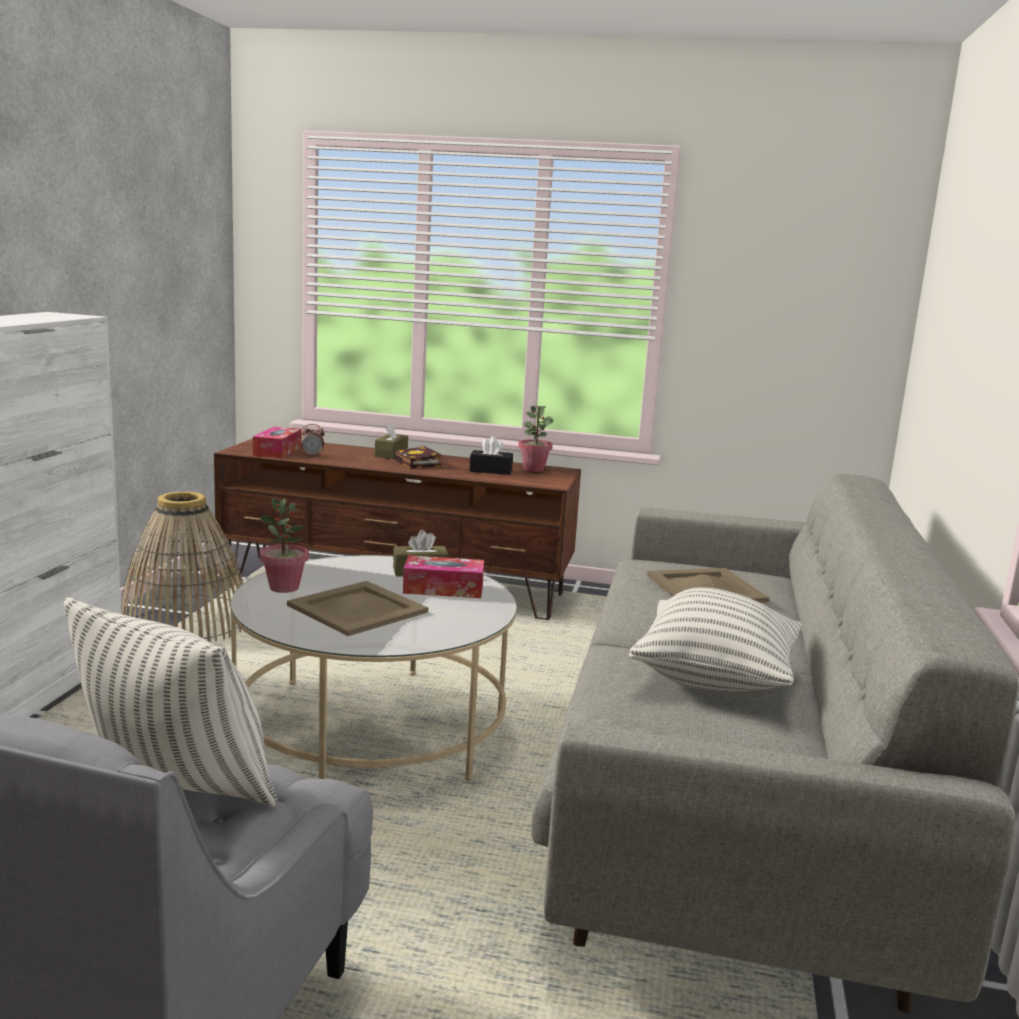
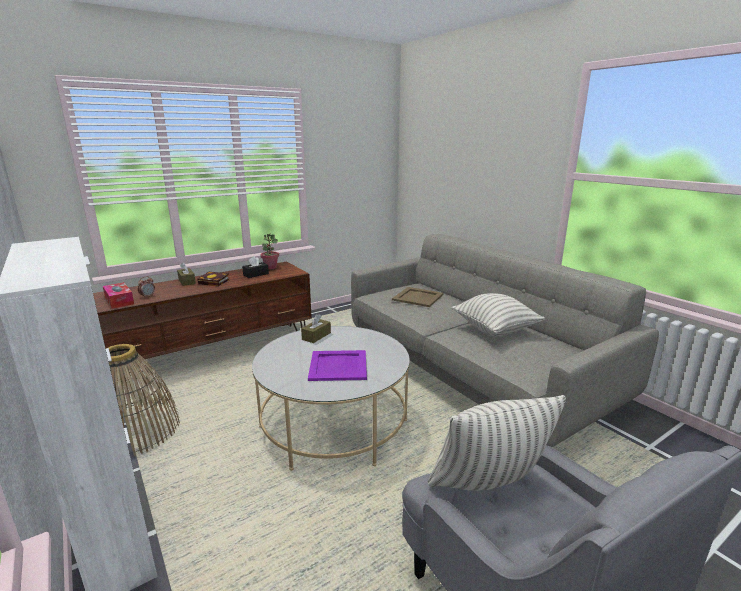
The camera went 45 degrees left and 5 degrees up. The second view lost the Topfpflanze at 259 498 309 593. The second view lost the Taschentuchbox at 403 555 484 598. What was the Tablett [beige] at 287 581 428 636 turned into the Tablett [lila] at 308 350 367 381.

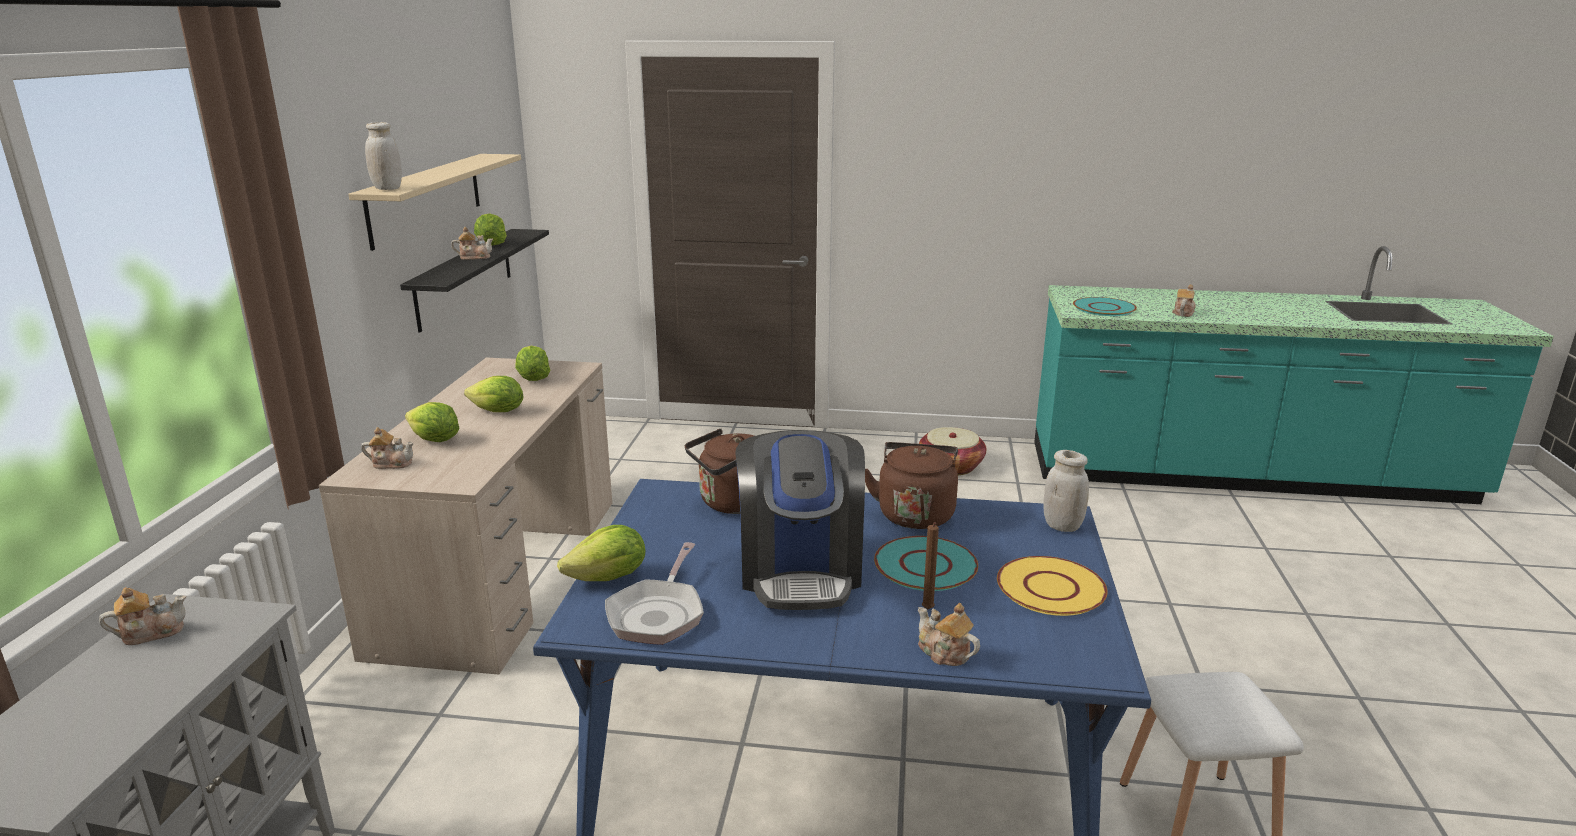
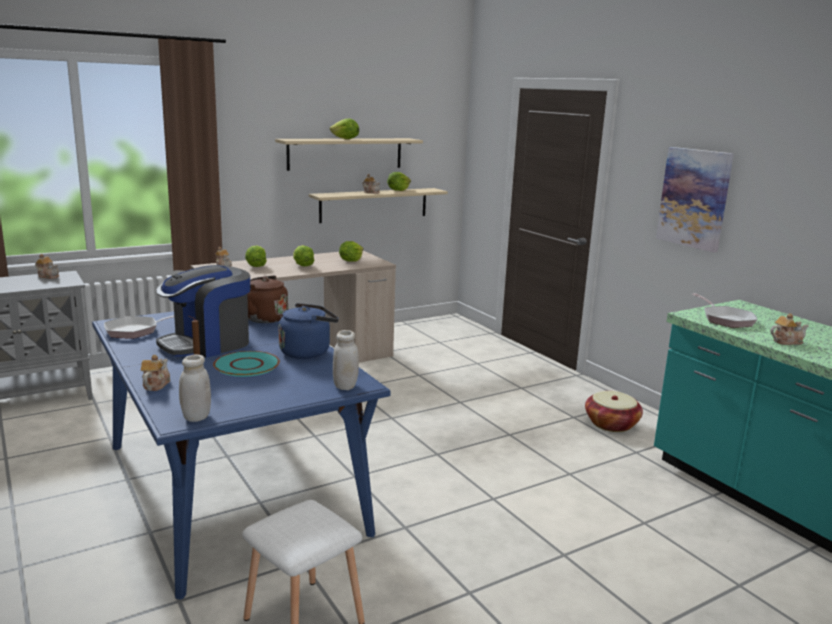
The camera went 50 degrees right and 5 degrees down. The Vorratsglas [weiß] ended up elsewhere, having gone from 365 122 402 190 to 179 355 211 422. What was the Wandregal [schwarz] at 400 229 549 332 turned into the Wandregal [beige] at 309 188 448 223. Where the Teller [türkis] stood at 1073 297 1137 316, the Pfanne came to stand at 692 293 757 328. What was the Wasserkessel [braun] at 865 442 958 529 turned into the Wasserkessel [blau] at 279 303 339 359. The Salatkopf ended up elsewhere, having gone from 557 525 645 581 to 330 119 359 139. The second view lost the Teller [gelb] at 997 556 1108 616. The second view gained the Bild at 656 147 734 252.

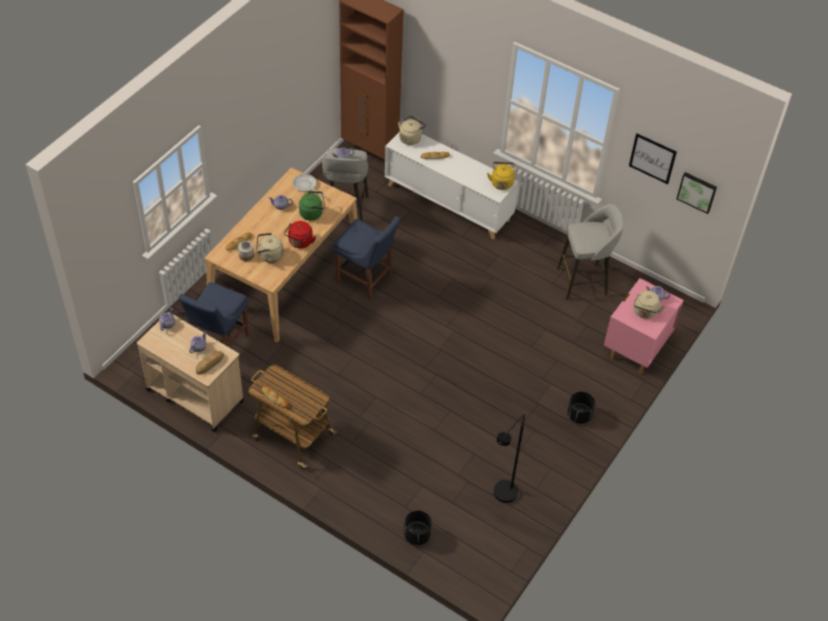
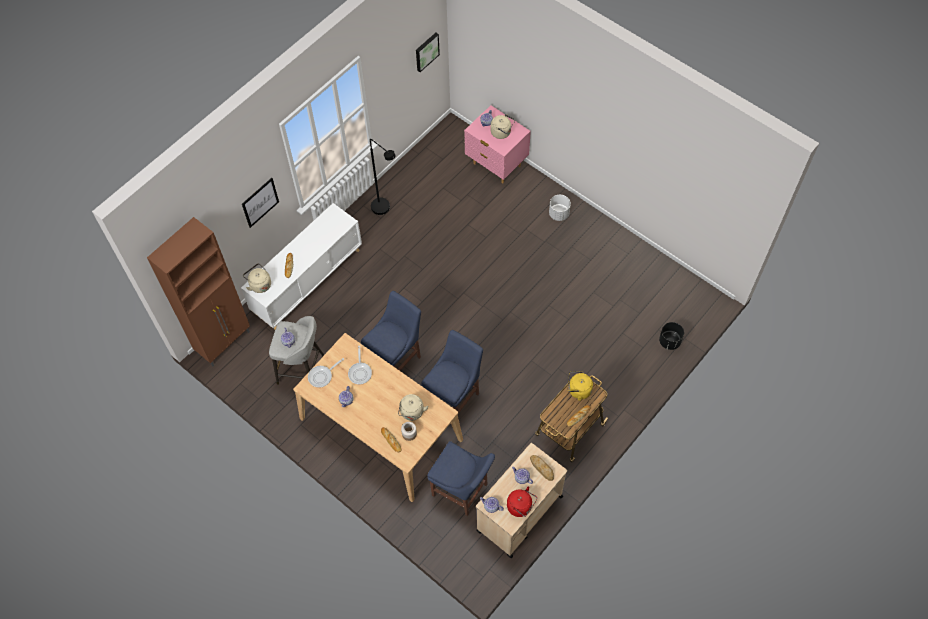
The camera went 80 degrees left and 10 degrees up. The Bild ended up elsewhere, having gone from 629 133 677 184 to 242 178 279 228. The Wasserkessel [gelb] ended up elsewhere, having gone from 487 162 515 190 to 567 371 593 401. Where the Wasserkessel [grün] stood at 299 191 325 220, the Pfanne came to stand at 348 346 372 384. The second view lost the Hocker [grau] at 557 204 623 300. The Wasserkessel [rot] ended up elsewhere, having gone from 284 221 316 248 to 507 486 537 517. What was the Pflanzkübel [schwarz] at 567 392 595 424 turned into the Pflanzkübel [weiß] at 549 195 571 221. The Stehlampe [schwarz] ended up elsewhere, having gone from 493 414 525 503 to 370 139 395 215. The second view gained the Stuhl [blau] at 421 330 483 414.

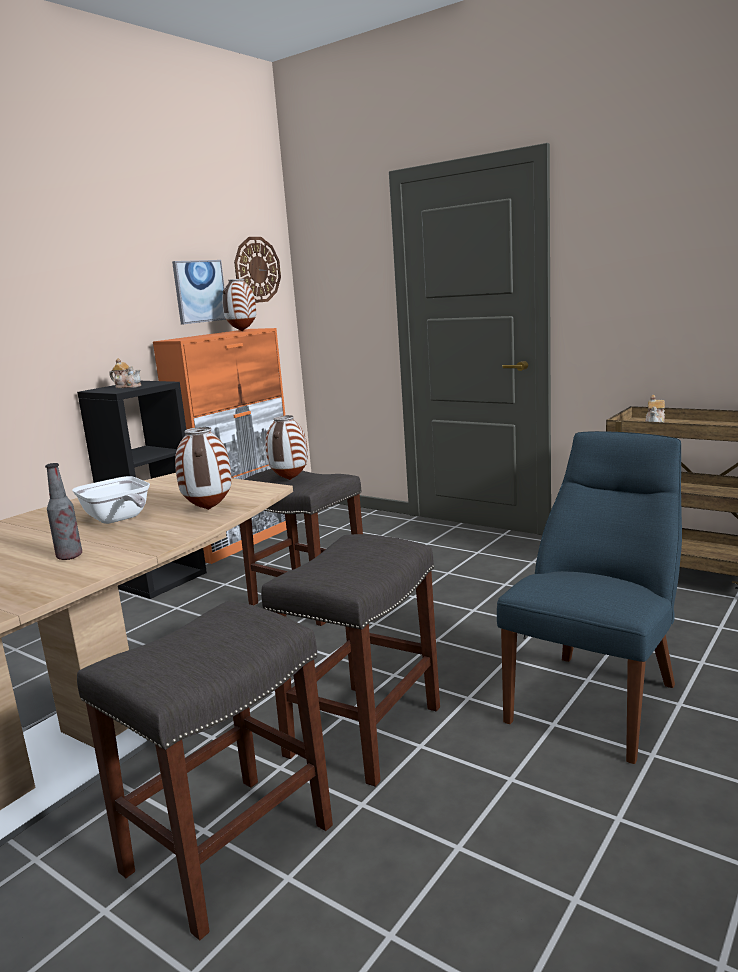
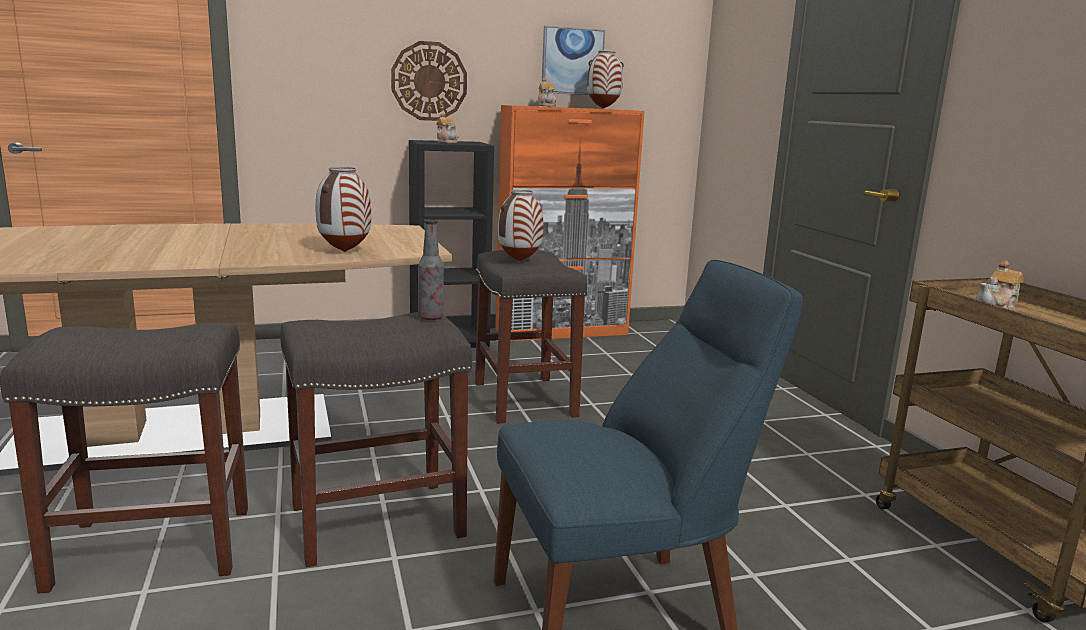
The camera went 35 degrees right and 0 degrees up. The Wanduhr ended up elsewhere, having gone from 234 237 281 303 to 391 41 467 121. The Flasche ended up elsewhere, having gone from 45 463 82 560 to 418 219 444 320. The second view lost the Pfanne at 72 476 150 524. The second view gained the Teekanne at 538 77 556 107.

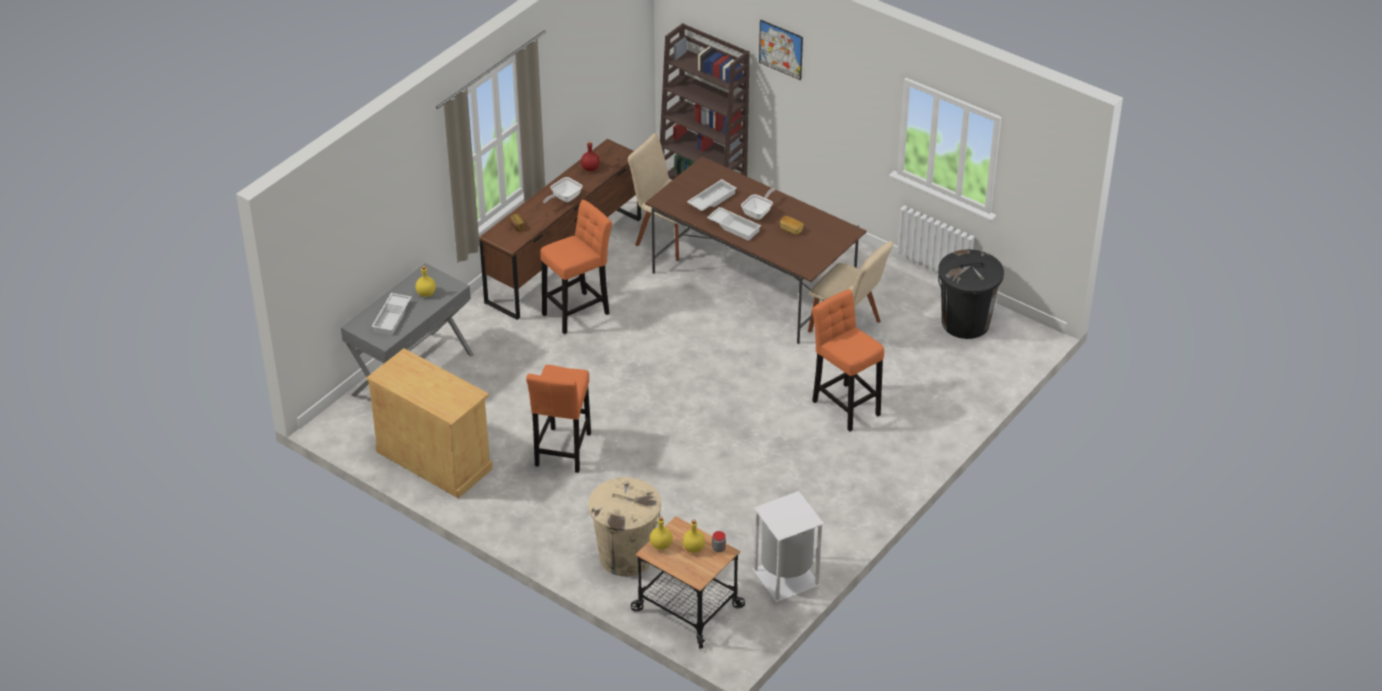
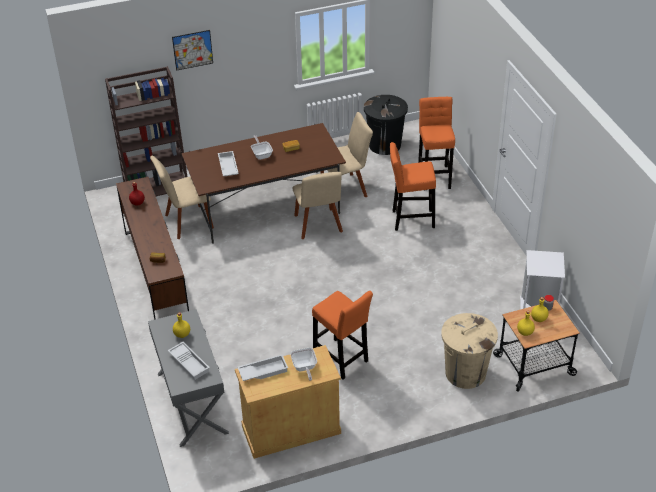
The camera went 55 degrees left and 0 degrees up. The Pfanne ended up elsewhere, having gone from 543 177 582 203 to 290 348 317 381. The Hocker [orange] ended up elsewhere, having gone from 540 200 612 334 to 418 97 455 189. The Tablett [weiß] ended up elsewhere, having gone from 707 207 761 241 to 237 355 288 381. The second view gained the Stuhl [beige] at 292 172 343 239.

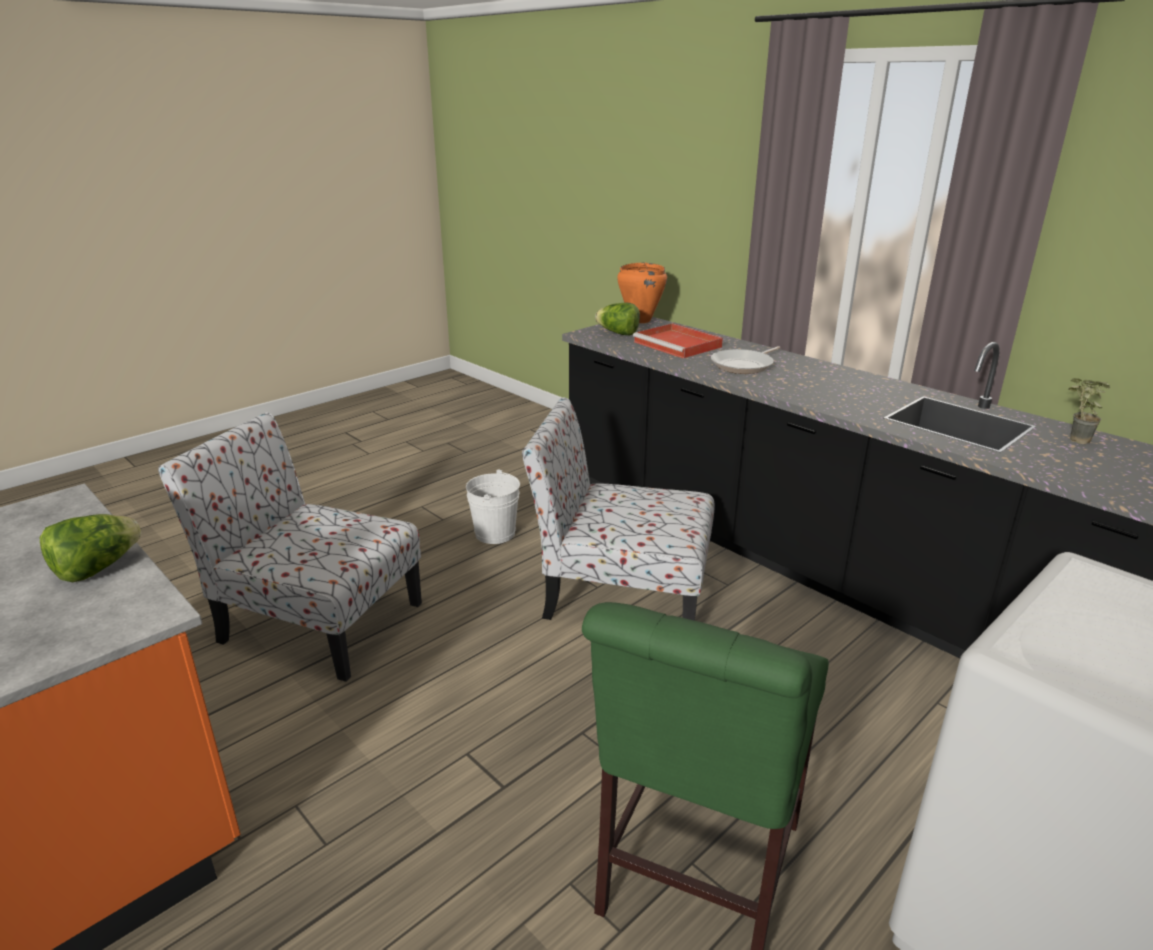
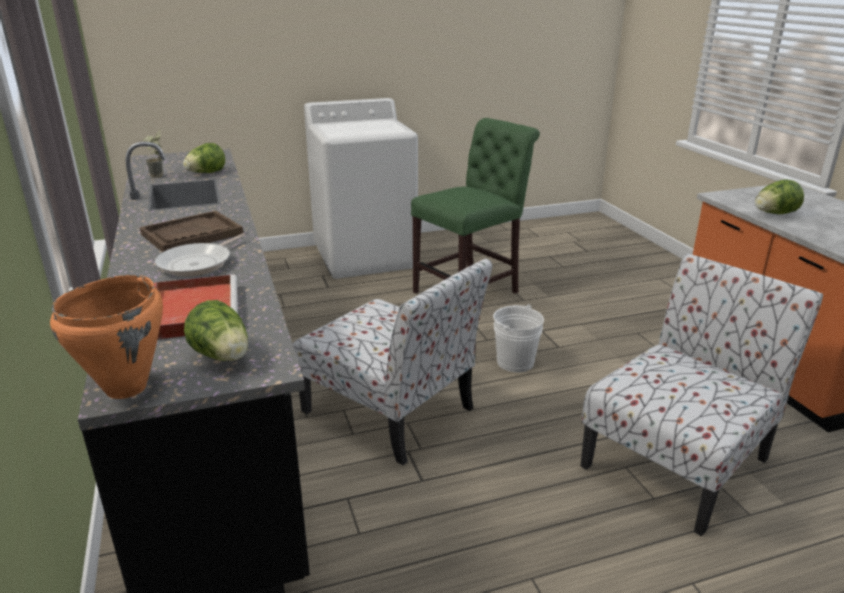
The camera went 155 degrees left and 0 degrees up. The Pfanne at 711 346 780 374 ended up facing another way, 135 degrees clockwise from before. The Stuhl at 158 412 422 682 ended up facing another way, 90 degrees counterclockwise from before. The Eimer [weiß] ended up elsewhere, having gone from 466 469 520 544 to 493 304 544 372. The second view gained the Salatkopf at 183 143 225 173. The second view gained the Tablett [braun] at 140 211 243 252.

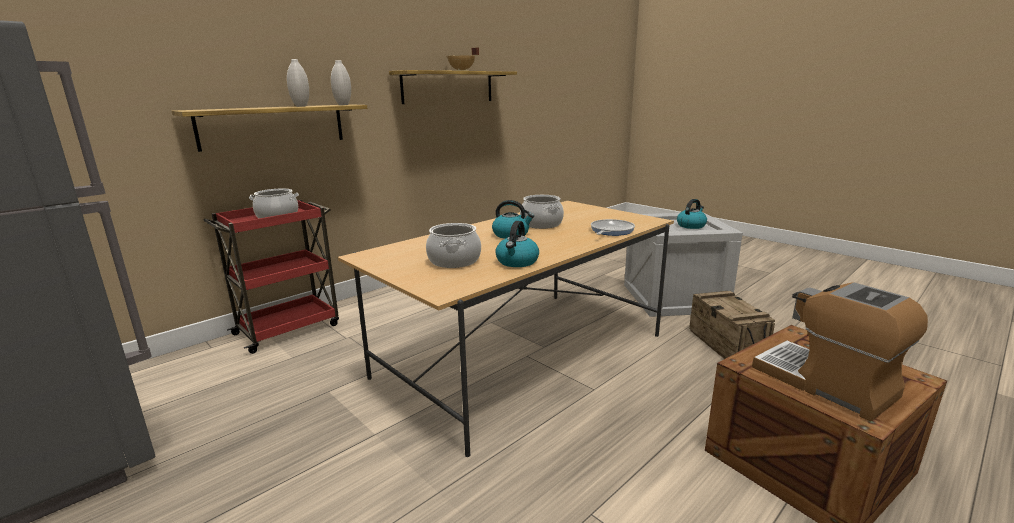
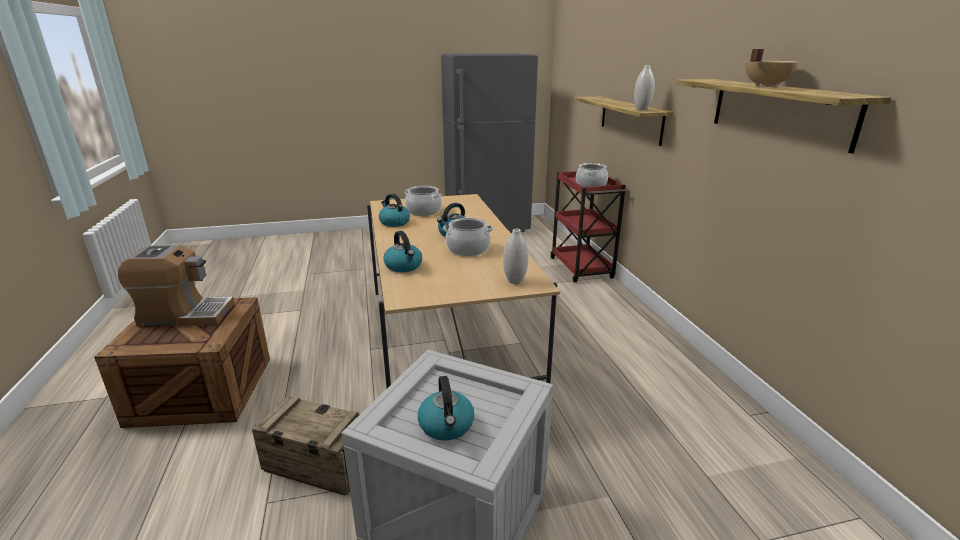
The camera went 120 degrees right and 5 degrees up. The Vase [weiß] ended up elsewhere, having gone from 287 59 309 107 to 503 229 529 284. Where the Pfanne stood at 591 219 635 236, the Wasserkessel came to stand at 383 231 422 272.

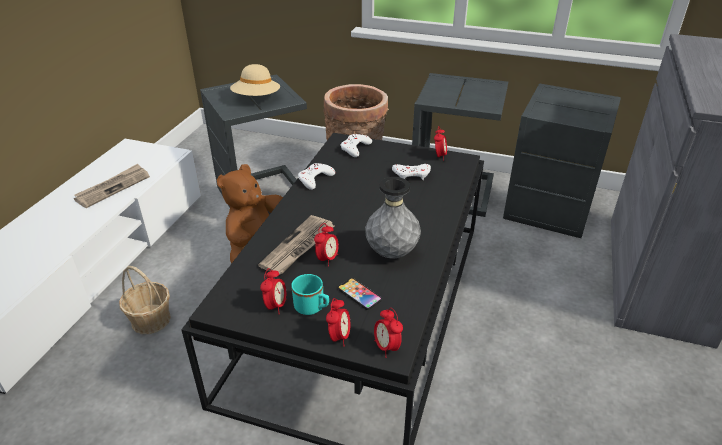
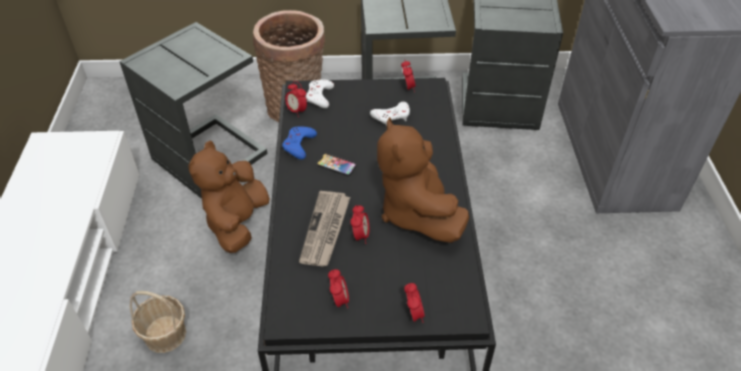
The camera went 20 degrees left and 10 degrees up. The second view lost the Hut [beige] at 230 64 280 96. What was the Gamepad [weiß] at 298 163 335 190 turned into the Gamepad [blau] at 282 127 317 160. The second view lost the Zeitung at 74 164 150 208. Where the Vase [grau] stood at 365 177 421 258, the Plüschtier [braun] came to stand at 377 117 469 243. The second view lost the Henkelbecher [türkis] at 291 274 329 315. The Handy ended up elsewhere, having gone from 338 278 382 310 to 317 154 356 176. The Wecker ended up elsewhere, having gone from 374 308 403 358 to 285 81 307 117.

